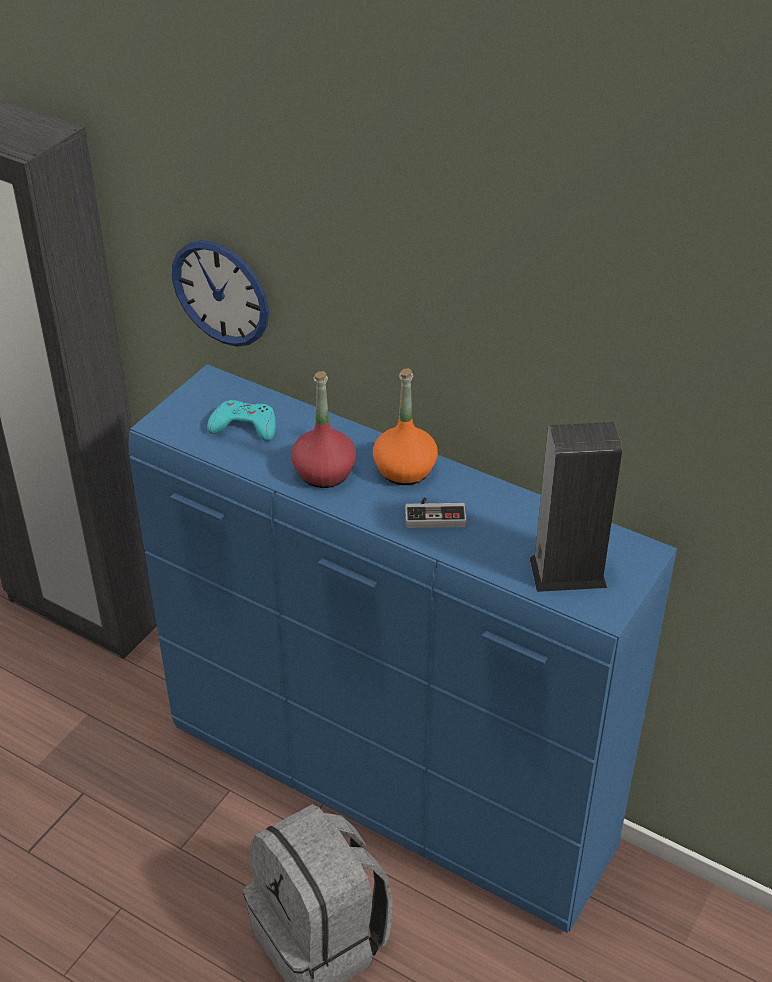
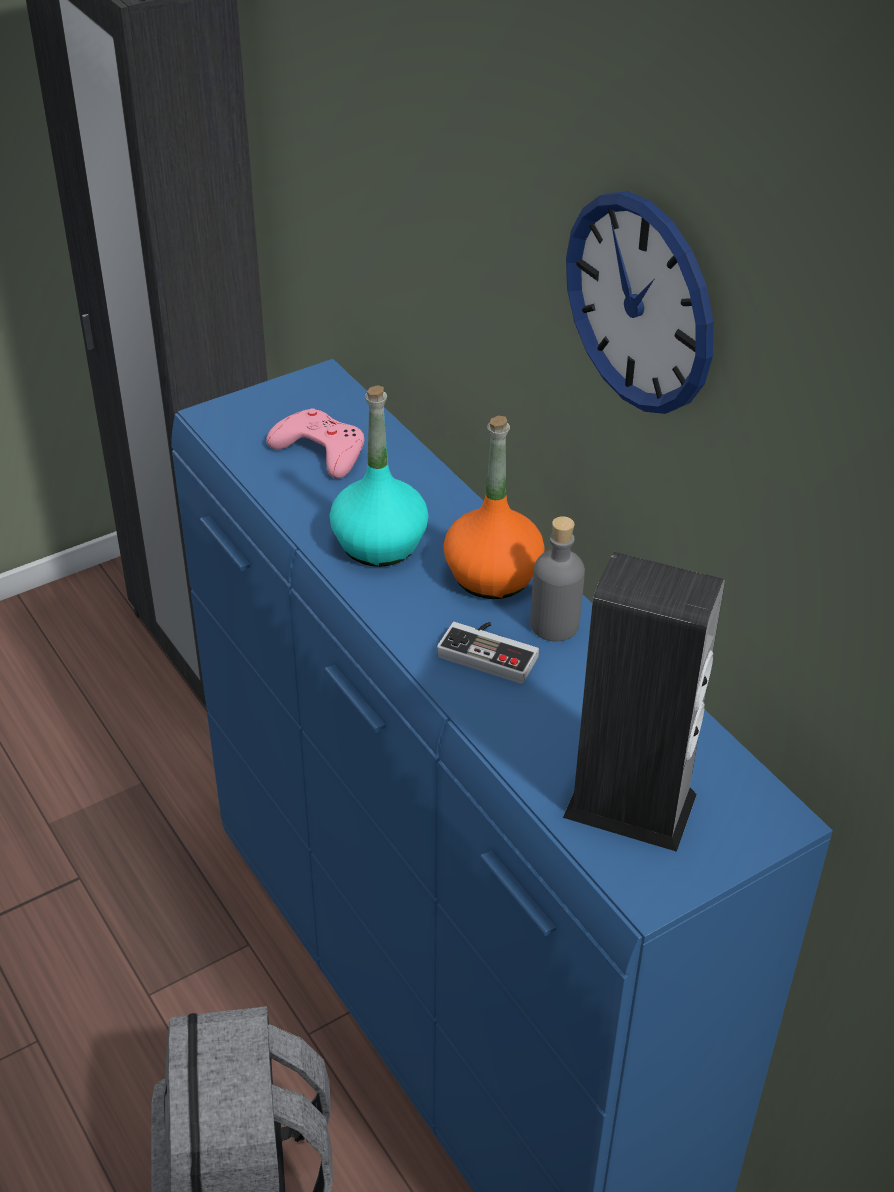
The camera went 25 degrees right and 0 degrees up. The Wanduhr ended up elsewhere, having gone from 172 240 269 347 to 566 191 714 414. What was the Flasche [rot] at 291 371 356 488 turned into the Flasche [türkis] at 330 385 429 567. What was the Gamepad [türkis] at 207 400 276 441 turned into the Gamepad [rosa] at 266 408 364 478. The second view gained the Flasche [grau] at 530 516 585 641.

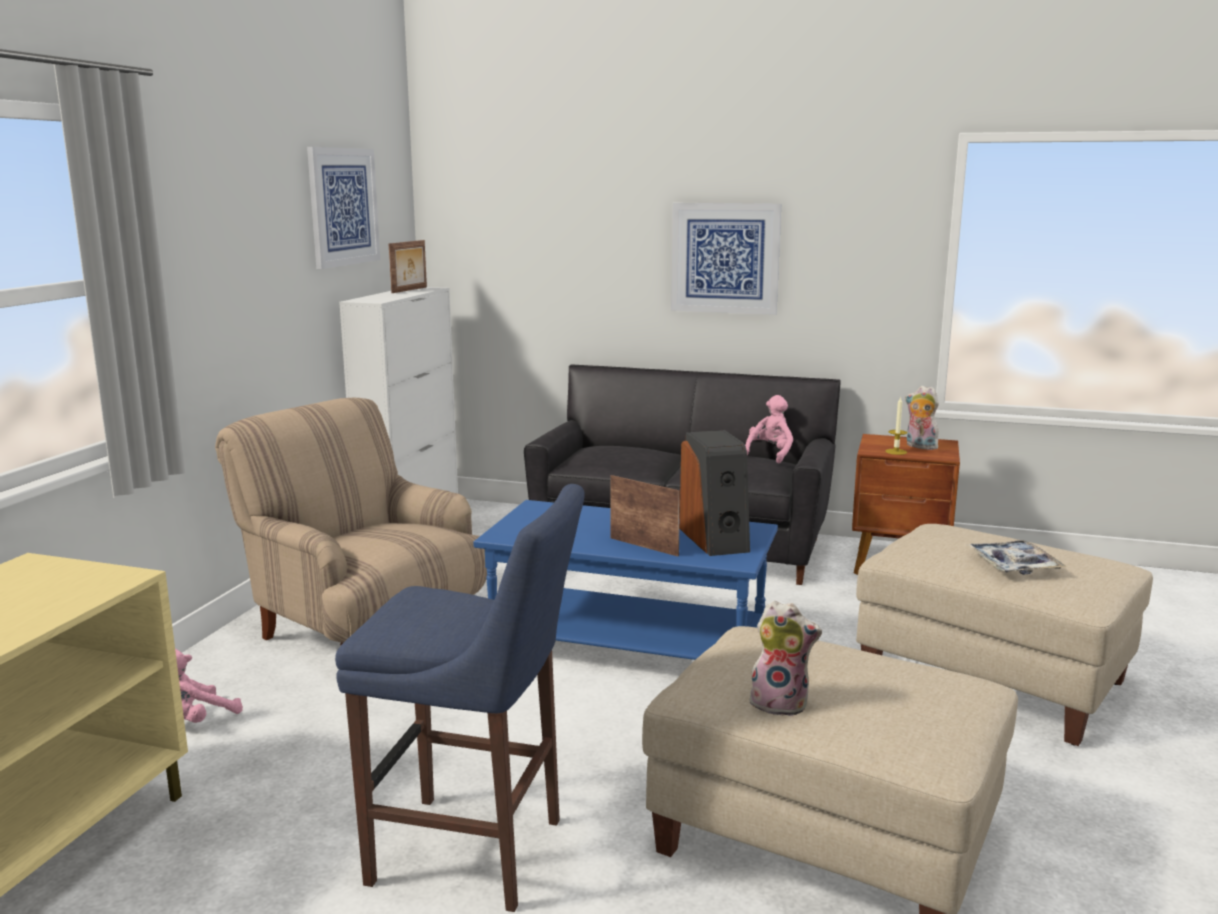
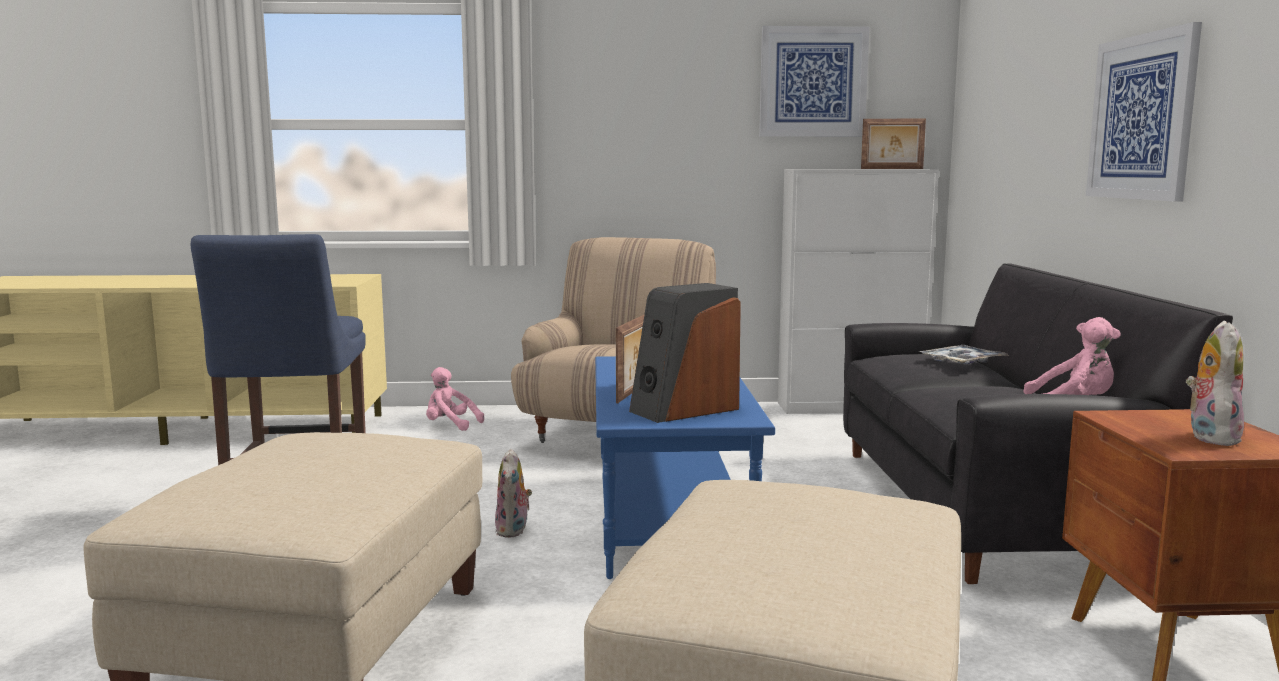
The camera went 70 degrees right and 5 degrees down. The second view lost the Kerze at 886 397 907 455. The Tablett ended up elsewhere, having gone from 968 540 1067 575 to 919 345 1008 364. The Plüschtier ended up elsewhere, having gone from 750 601 822 716 to 495 449 532 538.

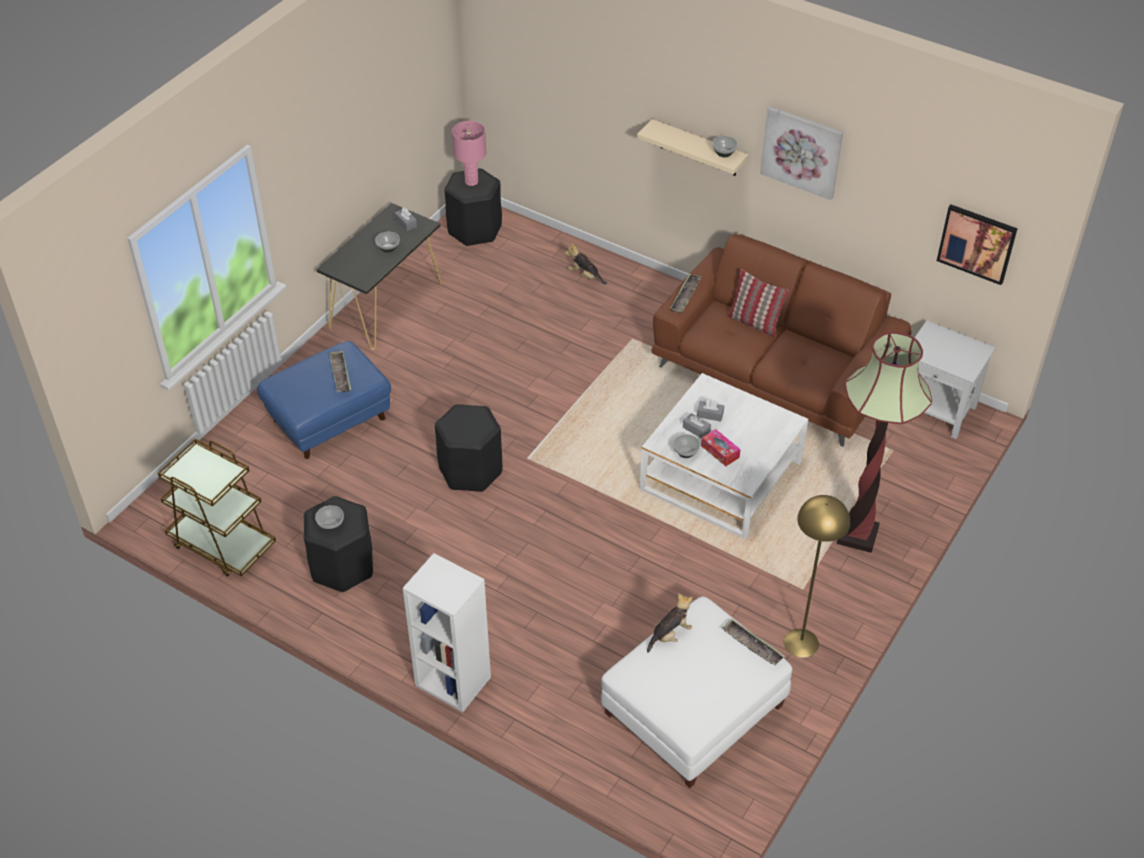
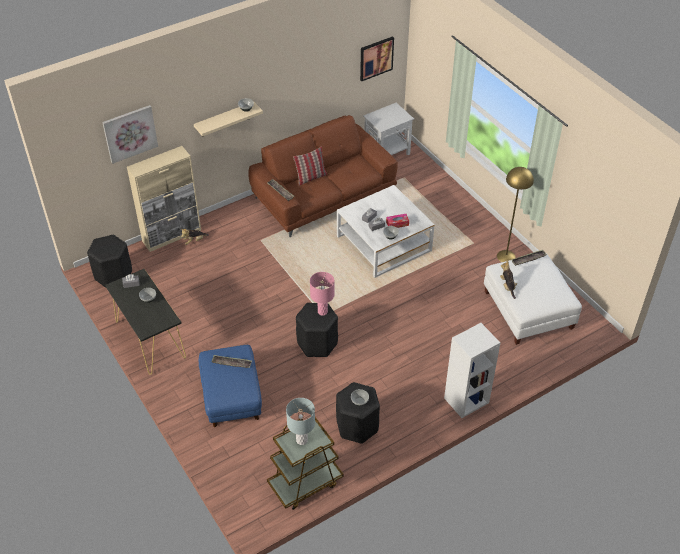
The camera went 65 degrees left and 0 degrees up. The Bild ended up elsewhere, having gone from 760 106 843 200 to 102 105 158 164. The Tischlampe [rosa] ended up elsewhere, having gone from 452 121 486 186 to 310 272 335 316. The second view lost the Stehlampe at 837 331 932 553. The second view gained the Schrank [beige] at 127 146 201 252. The second view gained the Tischlampe [grau] at 286 398 315 445.

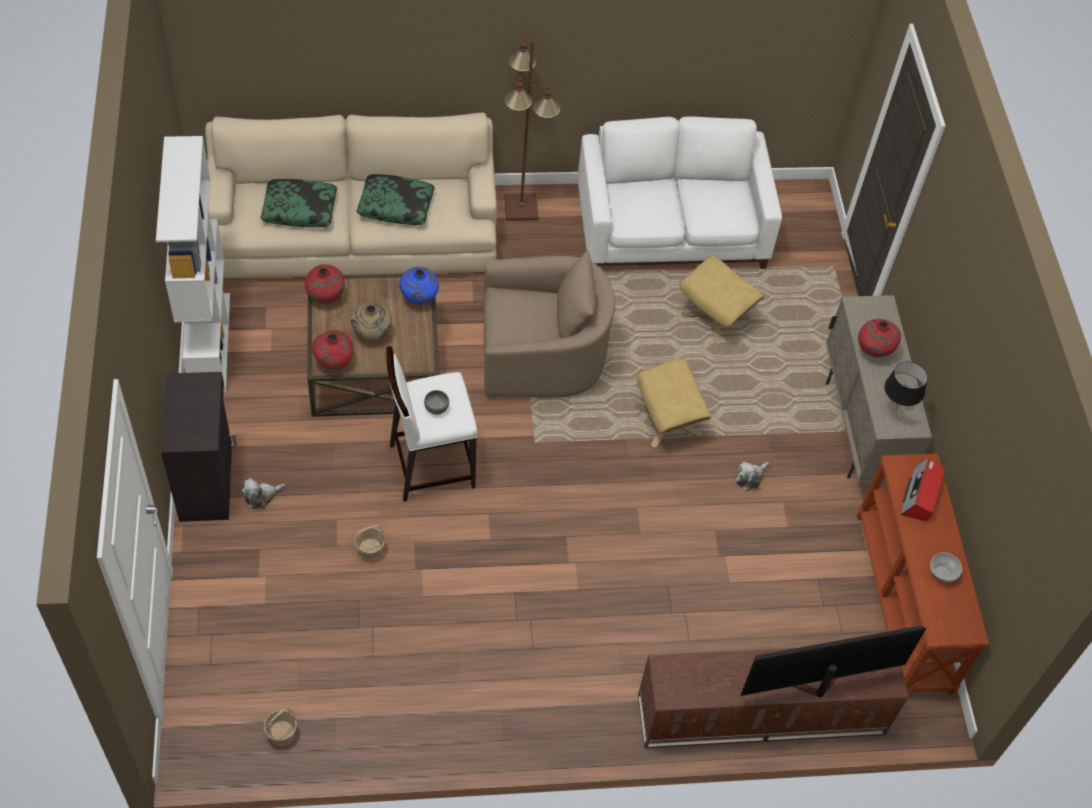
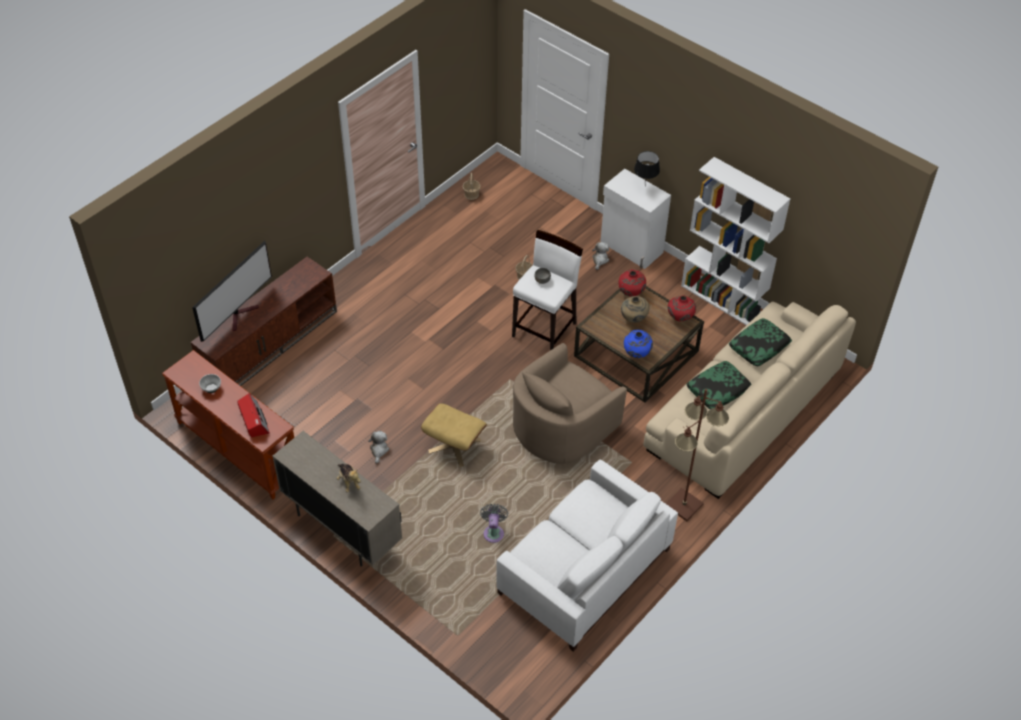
The camera went 140 degrees right and 5 degrees down. Where the Polsterhocker [beige] stood at 680 255 764 344, the Ventilator [grau] came to stand at 480 504 508 543. Where the Vase [rot] stood at 858 319 901 357, the Plüschtier came to stand at 336 464 361 493. The Tischlampe [schwarz] ended up elsewhere, having gone from 884 361 928 411 to 634 151 660 184. What was the Schrank [schwarz] at 161 372 237 522 turned into the Schrank [weiß] at 600 169 671 269.

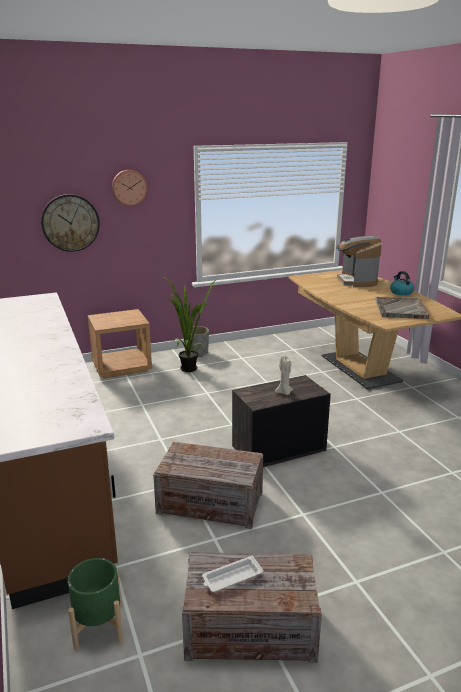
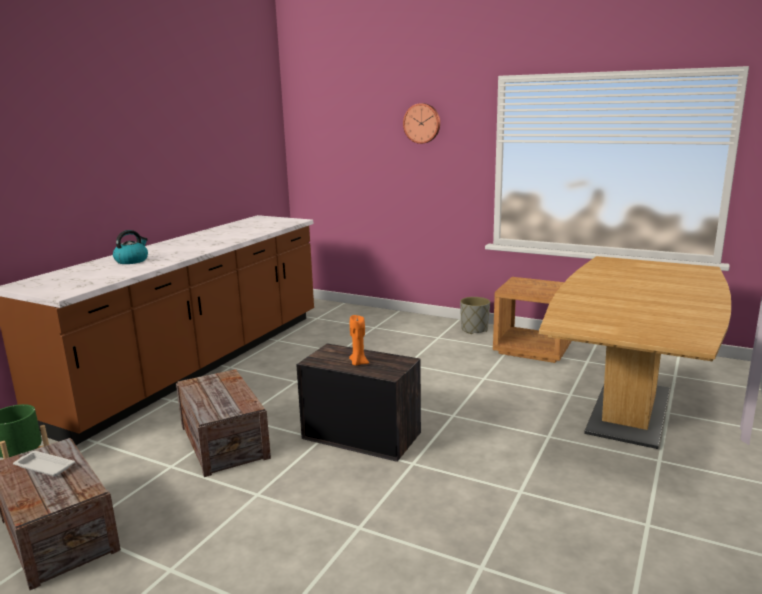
The camera went 50 degrees right and 5 degrees down. The second view lost the Wanduhr at 41 194 100 252. The second view lost the Kaffeemaschine at 336 236 382 287. The Wasserkessel ended up elsewhere, having gone from 390 271 414 296 to 113 230 148 264. The second view lost the Topfpflanze at 163 277 216 372. The second view lost the Tablett [grau] at 376 297 429 319. The Nachttisch [braun] ended up elsewhere, having gone from 88 309 152 378 to 493 277 572 363. What was the Kerze [beige] at 275 356 293 395 turned into the Kerze [orange] at 349 315 369 366.

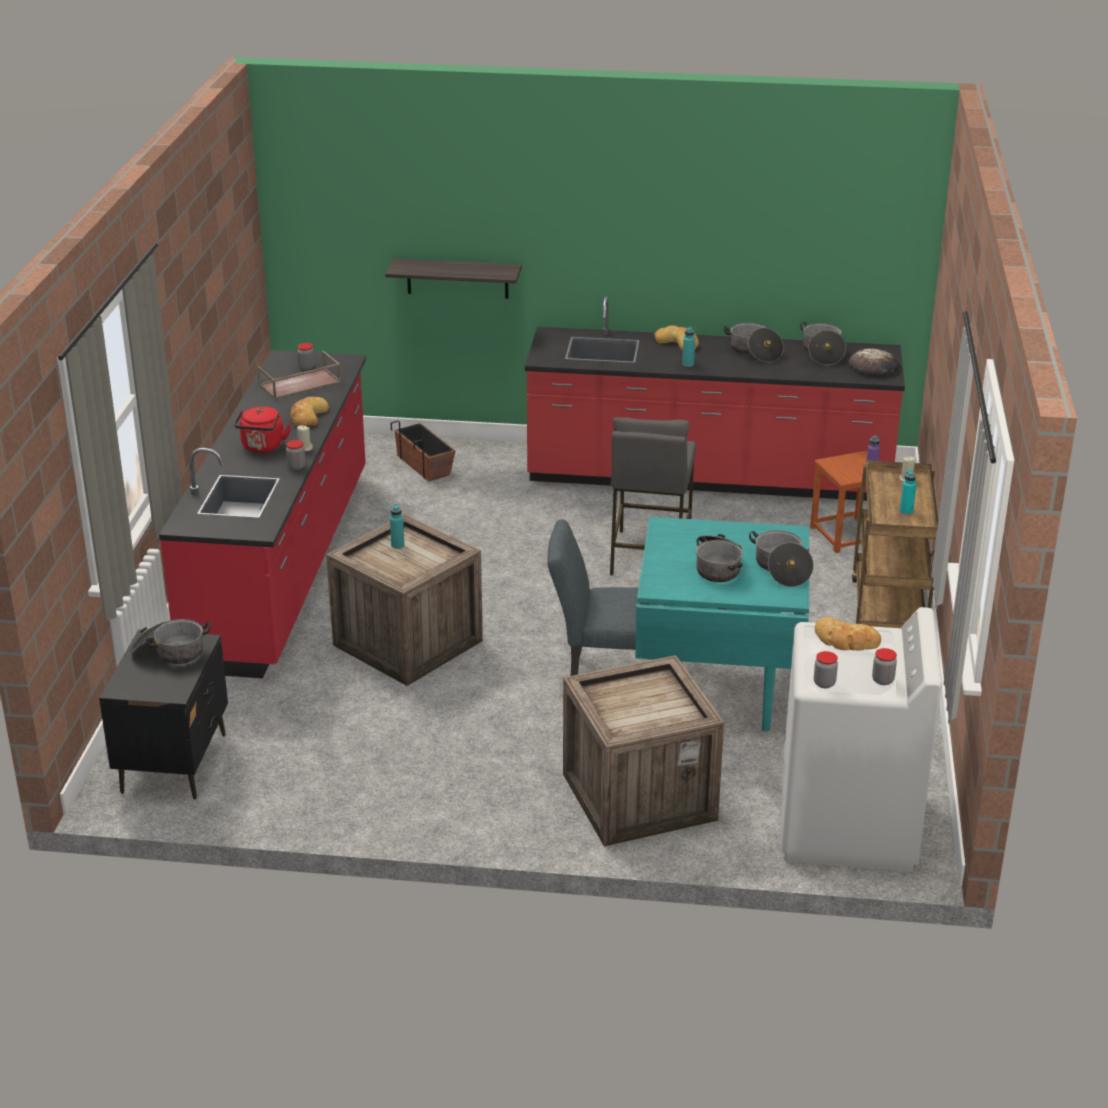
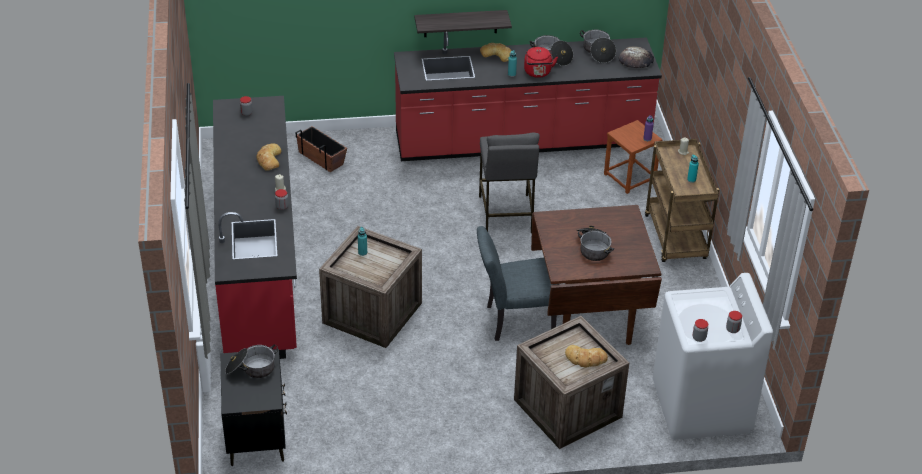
The camera went 15 degrees left and 10 degrees up. The Wandregal ended up elsewhere, having gone from 385 259 522 299 to 414 10 512 37. The second view lost the Tablett [braun] at 258 351 341 399. The Wasserkessel [rot] ended up elsewhere, having gone from 234 407 291 453 to 524 47 558 78. What was the Esstisch [türkis] at 635 517 809 731 turned into the Esstisch [braun] at 531 205 662 345. The second view lost the Kochtopf at 749 530 814 587. The Brot ended up elsewhere, having gone from 815 617 881 651 to 565 345 608 367.

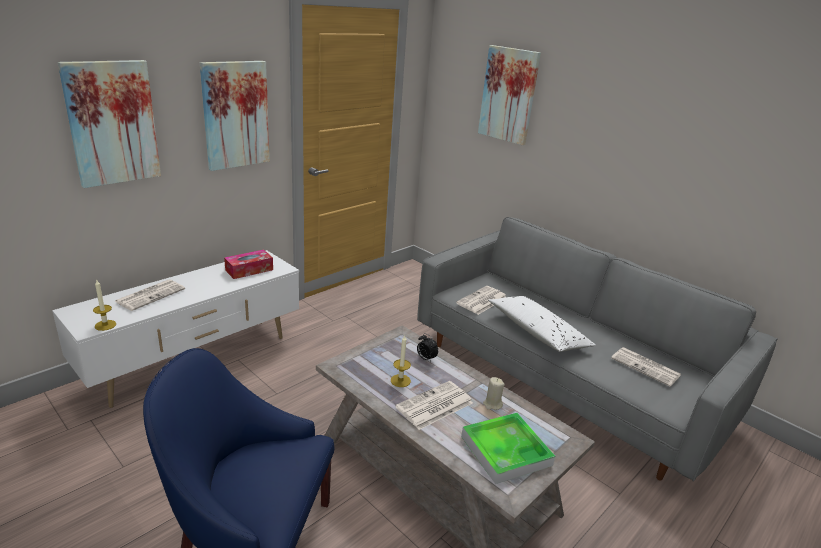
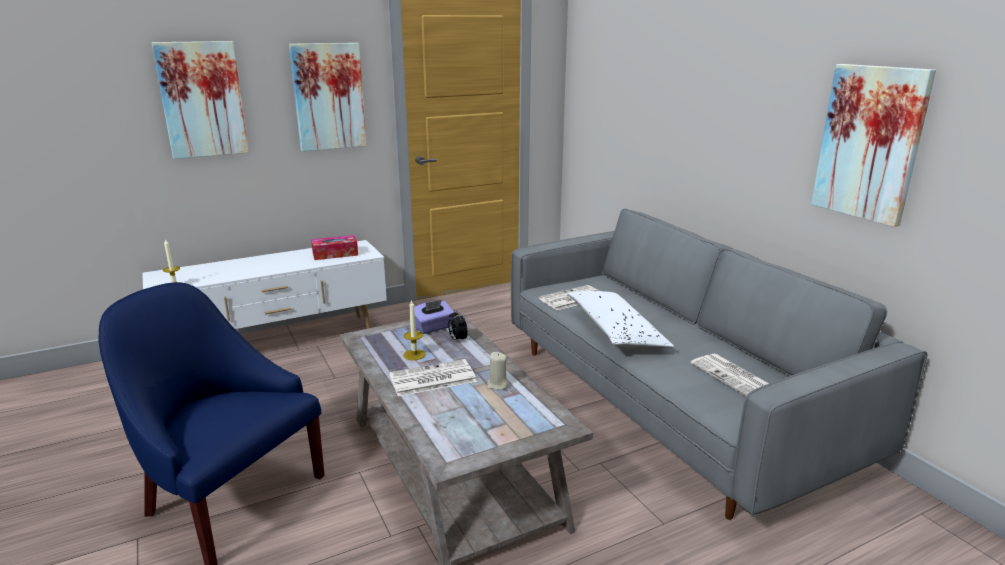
The camera went 20 degrees right and 5 degrees down. The Bild ended up elsewhere, having gone from 478 45 541 145 to 811 64 936 227. The second view lost the Zeitung at 114 279 185 311. The second view lost the Tablett at 461 413 555 484. The second view gained the Taschentuchbox [lila] at 414 300 455 334.

